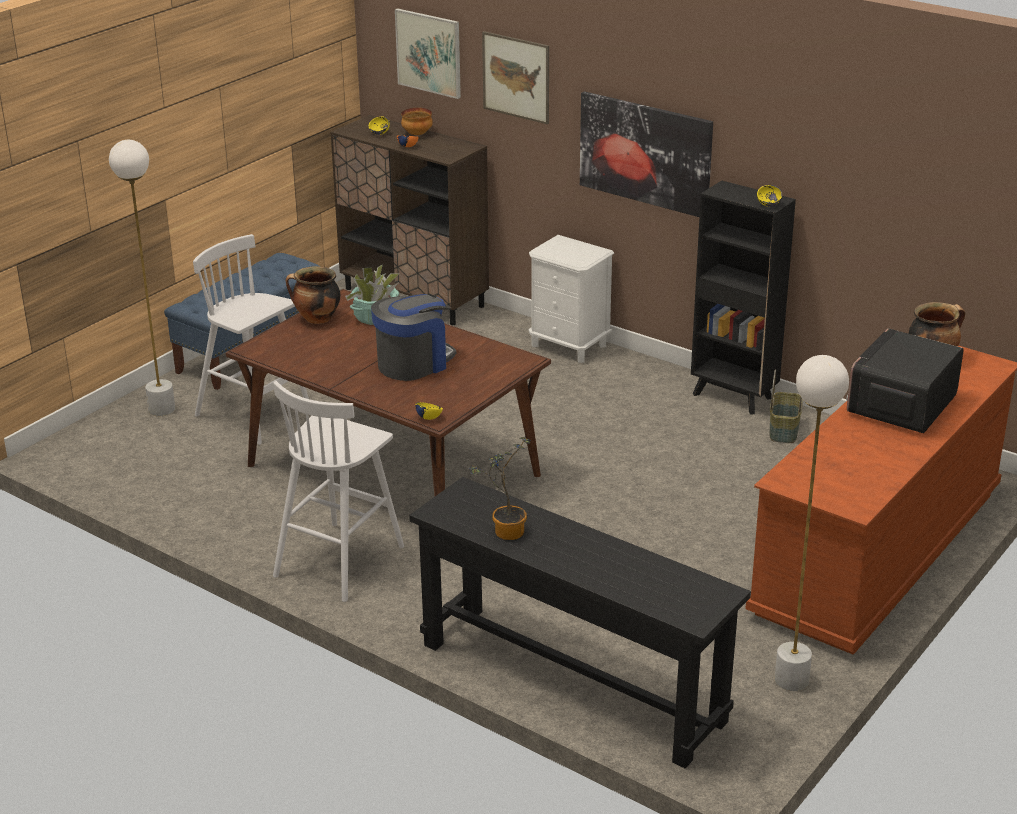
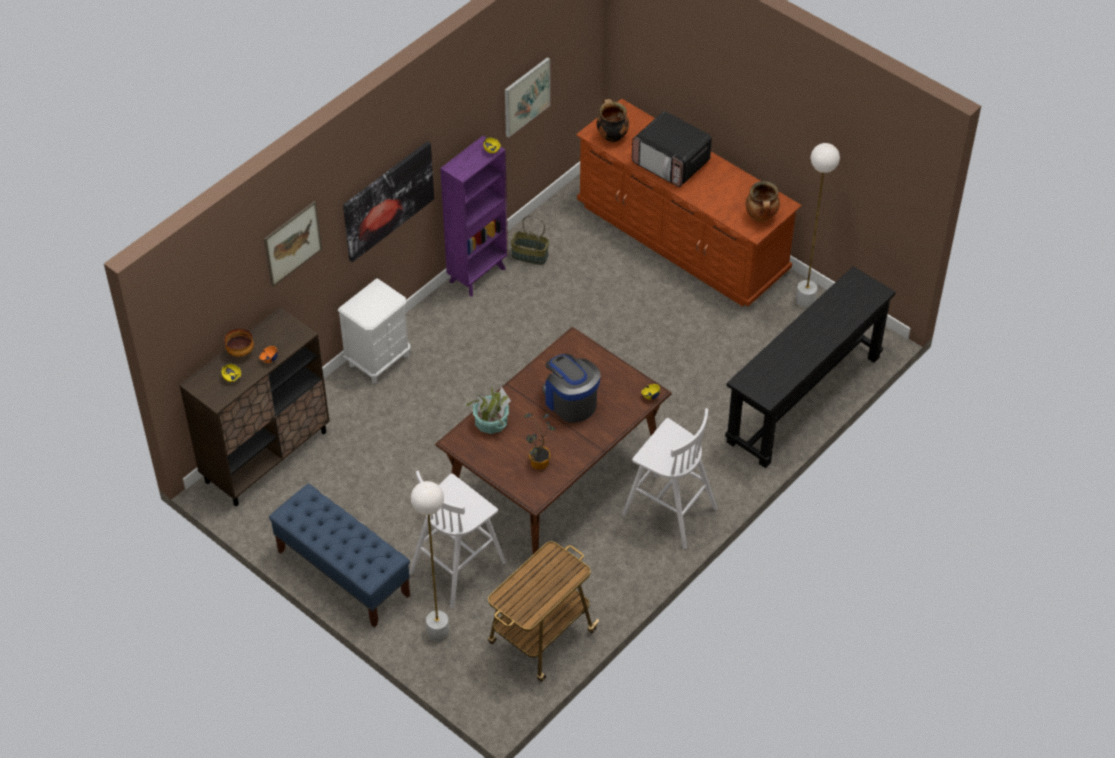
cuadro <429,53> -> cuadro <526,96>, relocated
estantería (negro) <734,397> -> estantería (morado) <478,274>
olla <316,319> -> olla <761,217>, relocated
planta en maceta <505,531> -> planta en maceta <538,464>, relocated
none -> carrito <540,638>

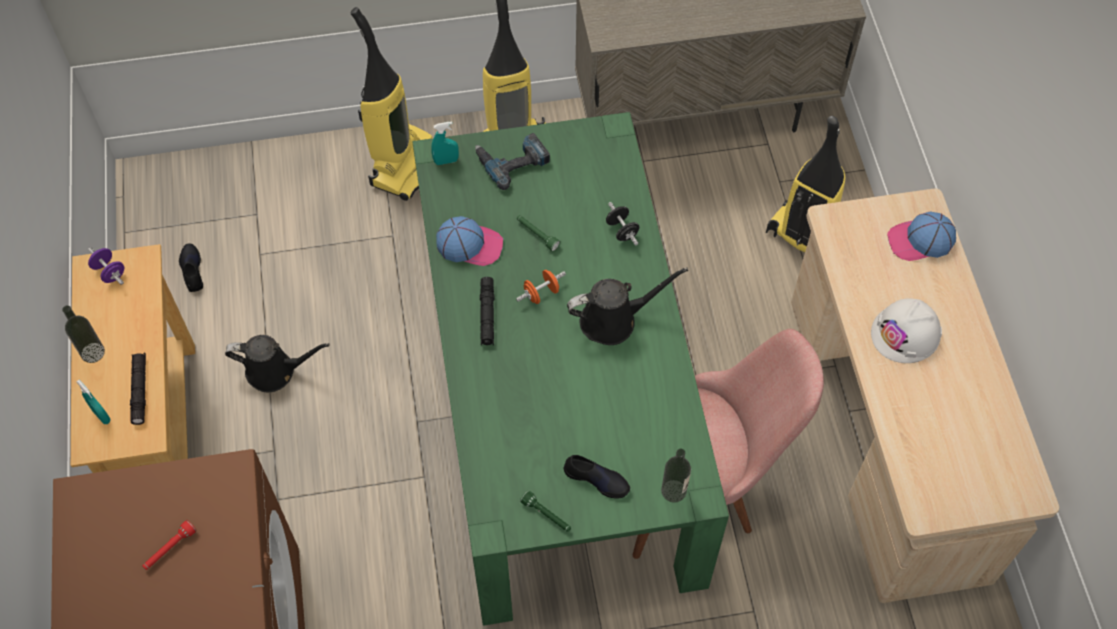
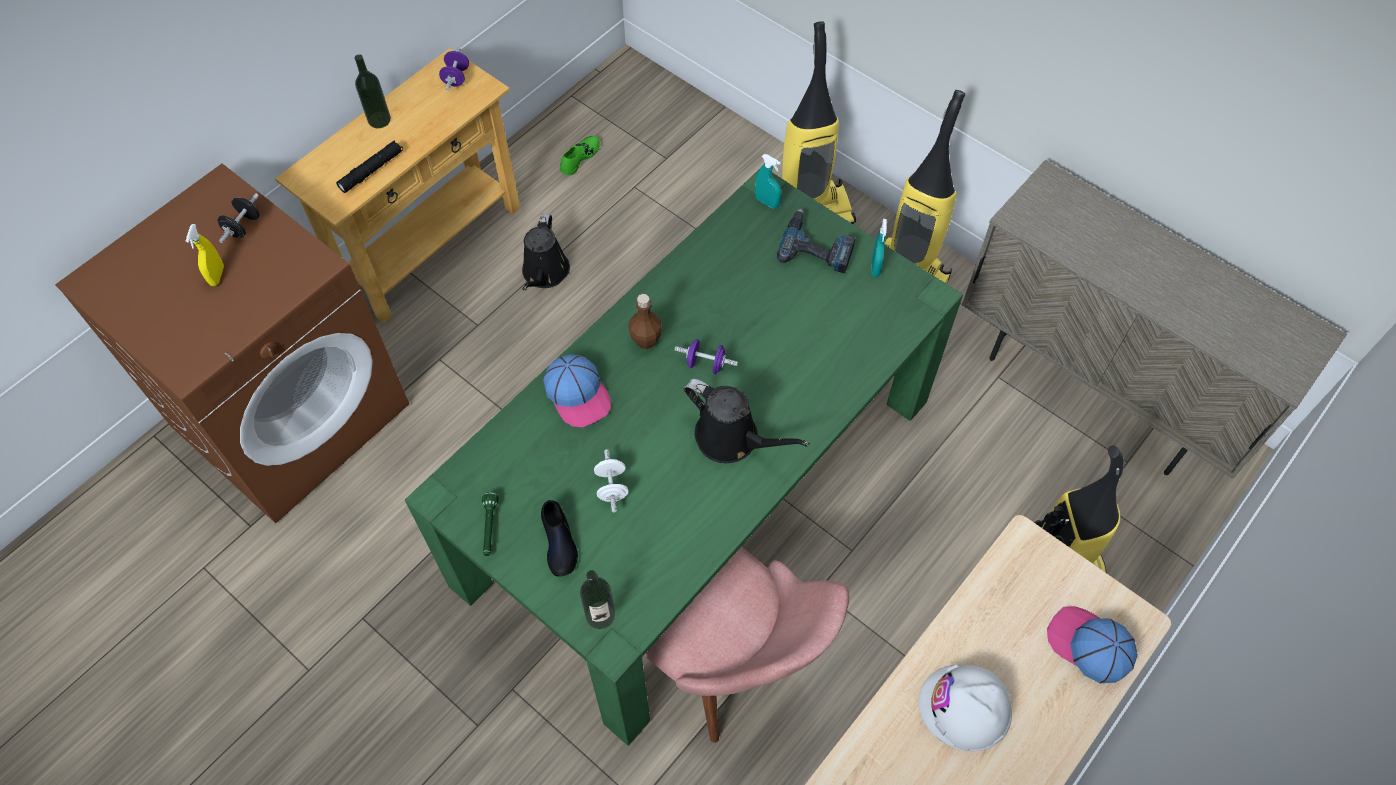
mancuerna (negro) <622,230> -> mancuerna (negro) <243,227>, relocated
linterna (verde) <537,235> -> none
gorra <470,245> -> gorra <578,394>, relocated
zapato (negro) <192,270> -> zapato (verde) <579,158>
mancuerna (naranja) <541,293> -> mancuerna (morado) <705,364>
linterna (negro) <487,315> -> botella (marrón) <646,340>
regadera (negro) <275,371> -> regadera (negro) <545,273>, 45 degrees clockwise
pulverizador (turquesa) <101,415> -> pulverizador (turquesa) <875,267>, relocated
linterna (rojo) <170,549> -> pulverizador (amarillo) <217,276>
none -> mancuerna (blanco) <612,487>

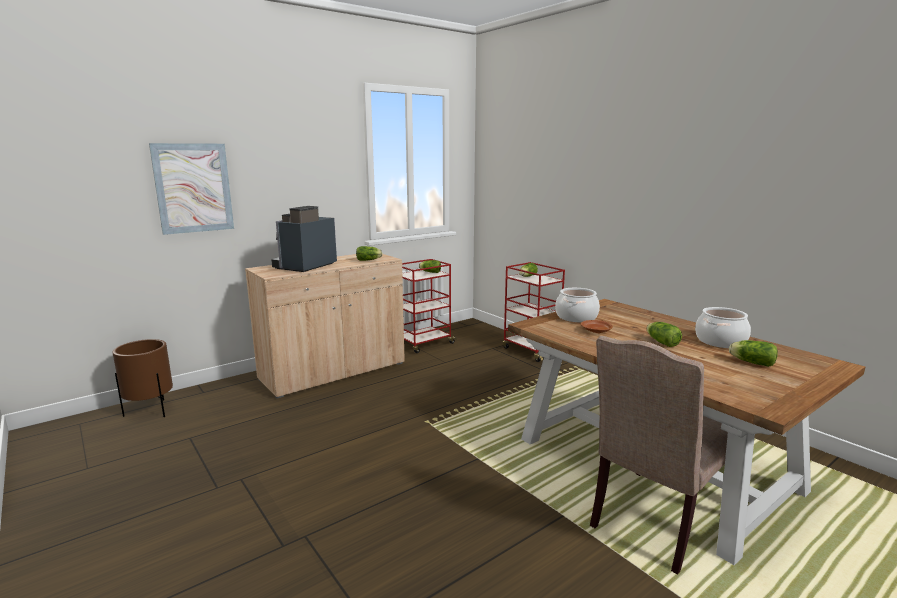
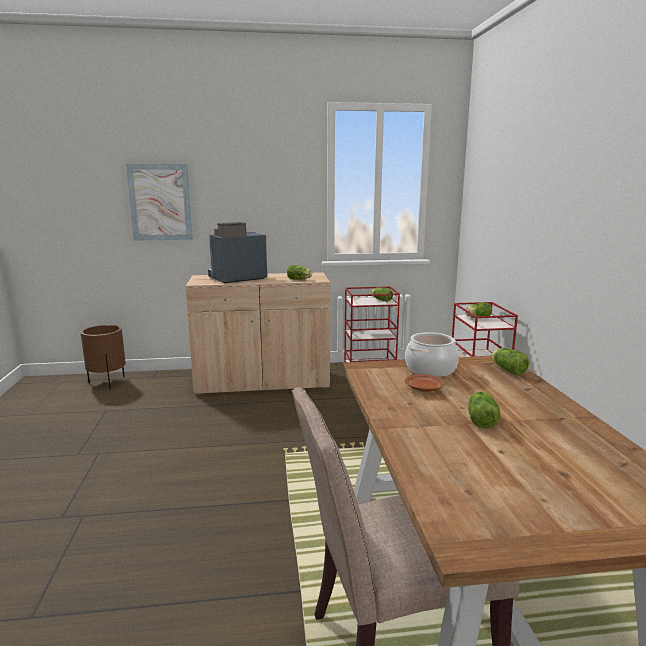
olla <720,341> -> none
lechuga <750,362> -> lechuga <507,369>, relocated

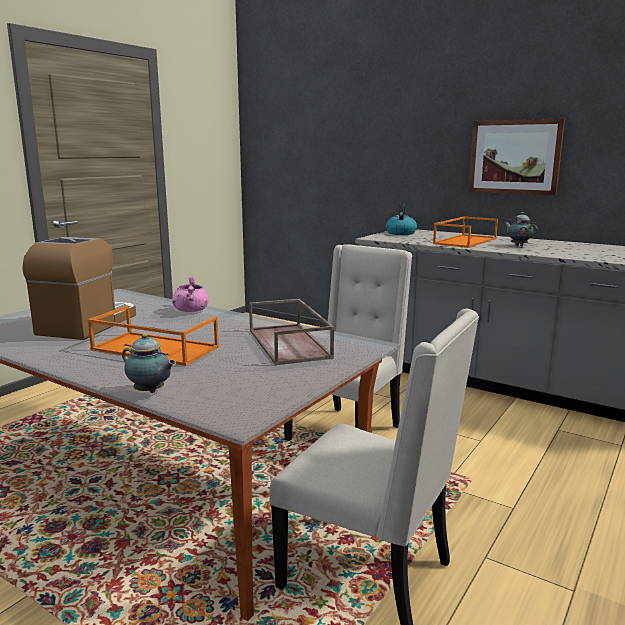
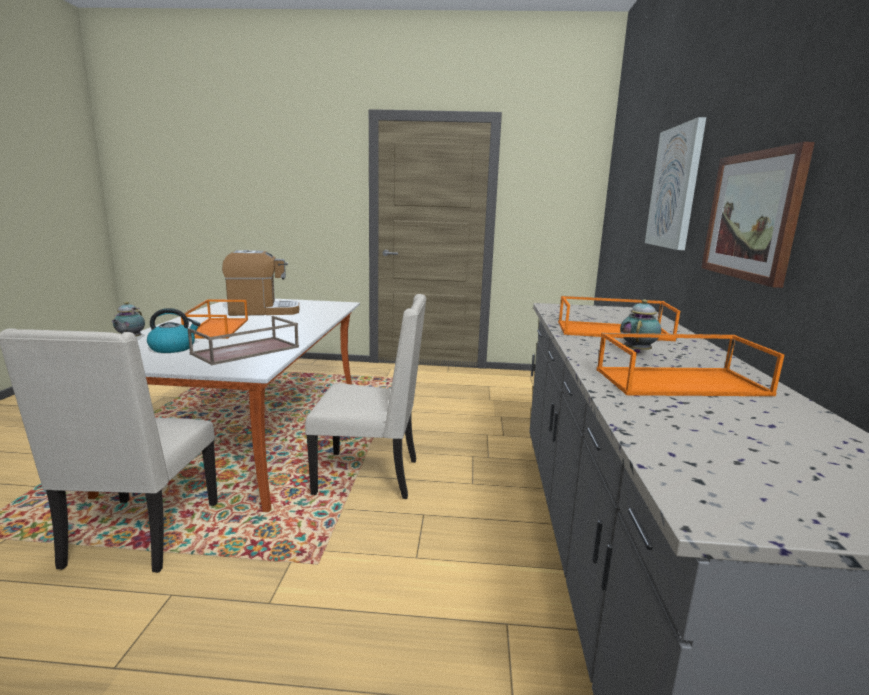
hervidor <400,233> -> hervidor <173,348>, relocated
olla (rosa) <191,310> -> none
none -> cuadro <675,188>
none -> bandeja (naranja) <681,381>

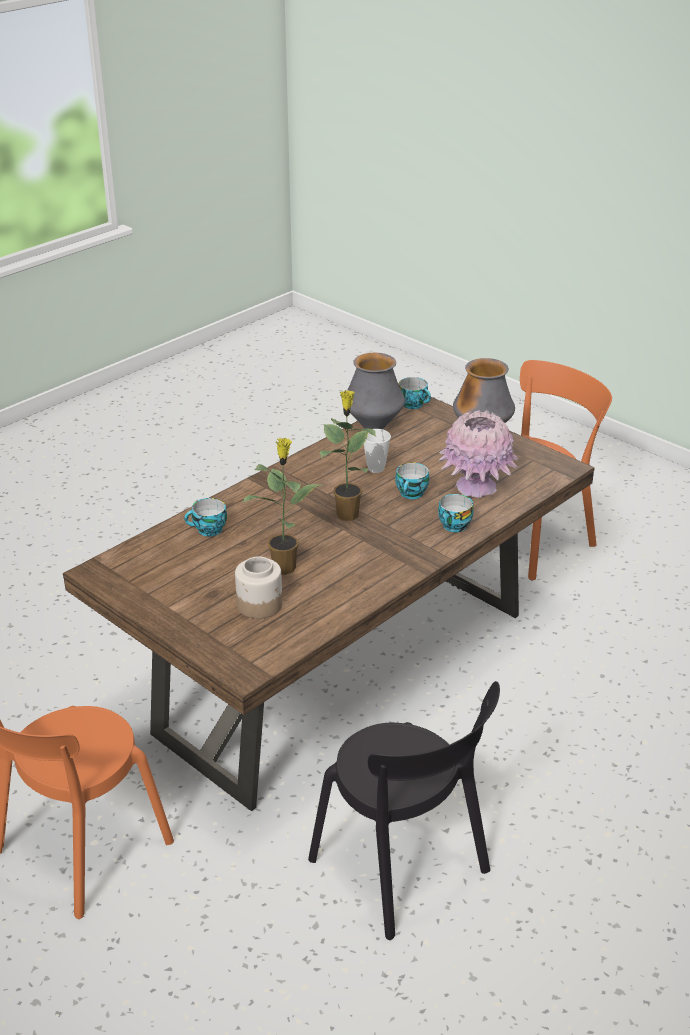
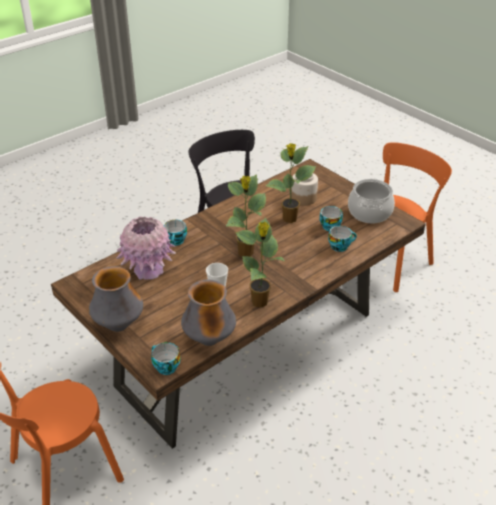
taza <412,494> -> taza <330,226>, relocated
none -> olla <369,212>
none -> planta en maceta <260,302>

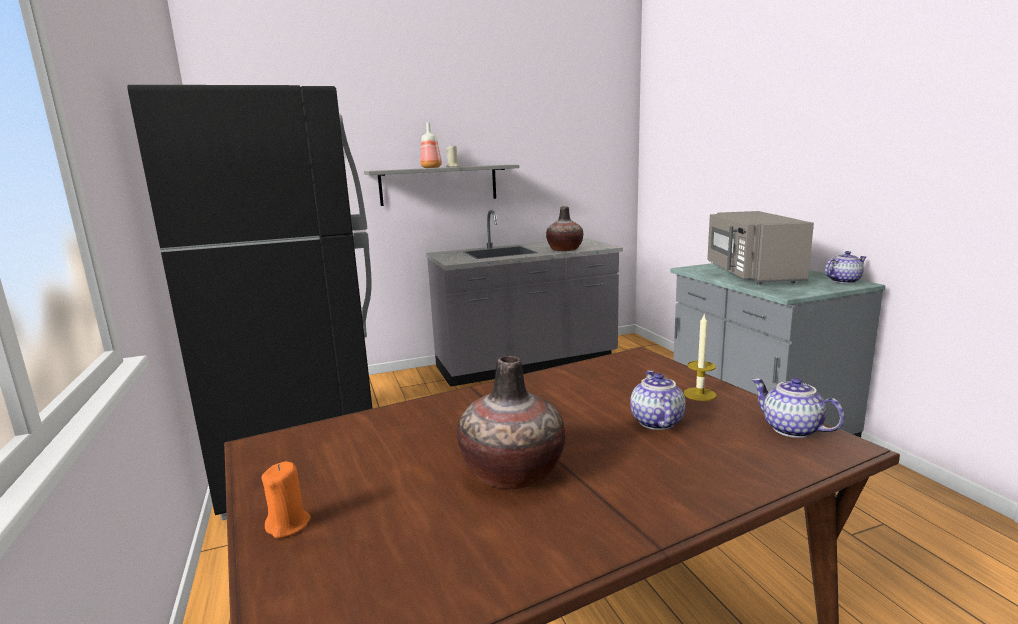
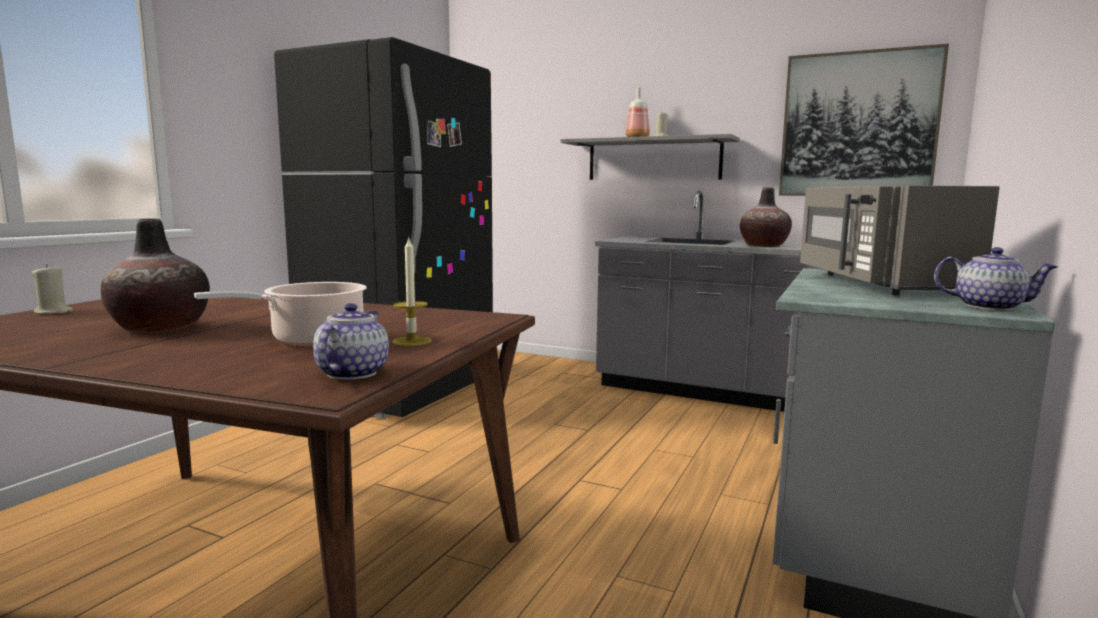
microondas (gris) <751,274> -> microondas (gris) <876,283>, 45 degrees counterclockwise
tetera <655,422> -> olla <312,340>
vela (naranja) <289,525> -> vela (beis) <53,312>
none -> cuadro <858,125>

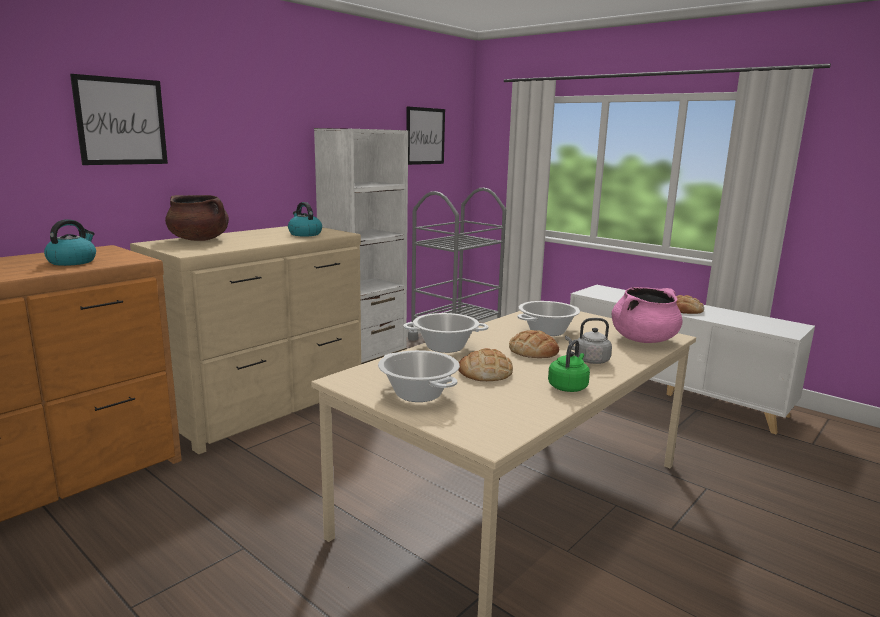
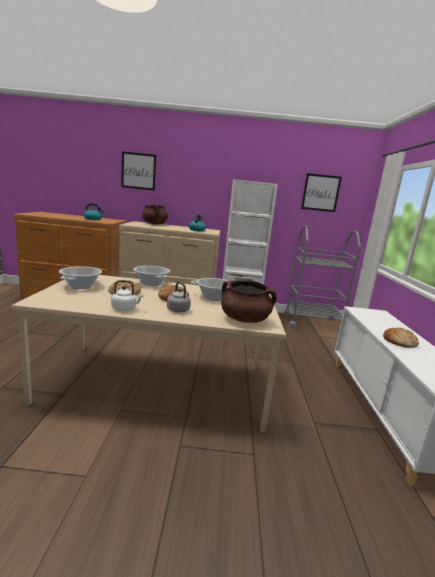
olla (rosa) <643,340> -> olla (marrón) <245,319>
hervidor (verde) <568,387> -> hervidor (blanco) <125,308>

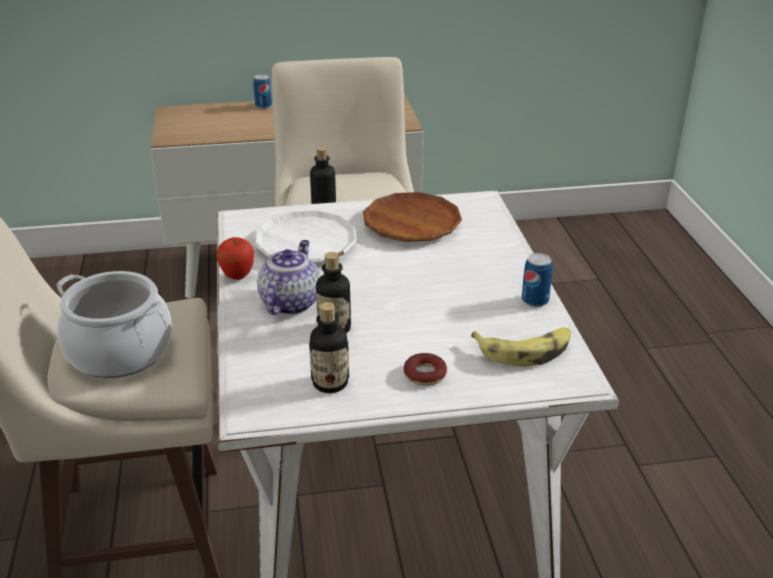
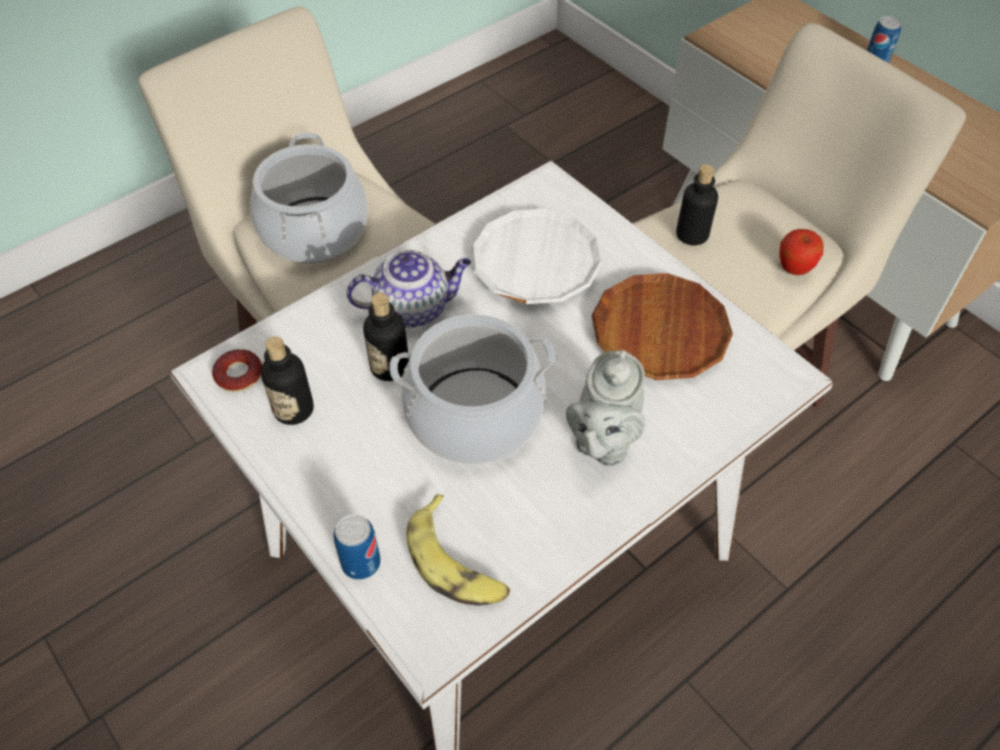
manzana <237,276> -> manzana <794,269>, relocated
lata <535,301> -> lata <361,563>, relocated
rosquilla <425,374> -> rosquilla <239,375>, relocated
none -> olla <474,415>
none -> tetera (gris) <603,441>

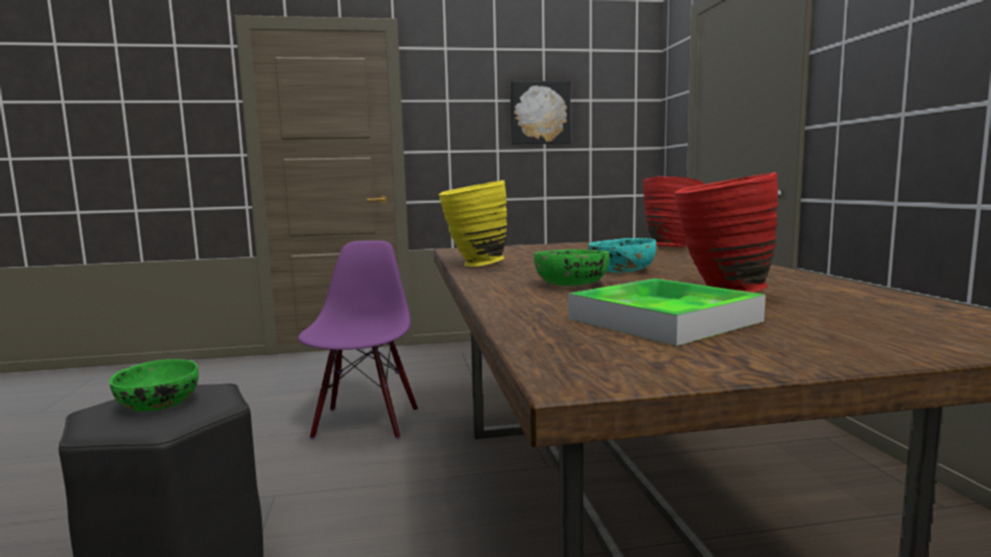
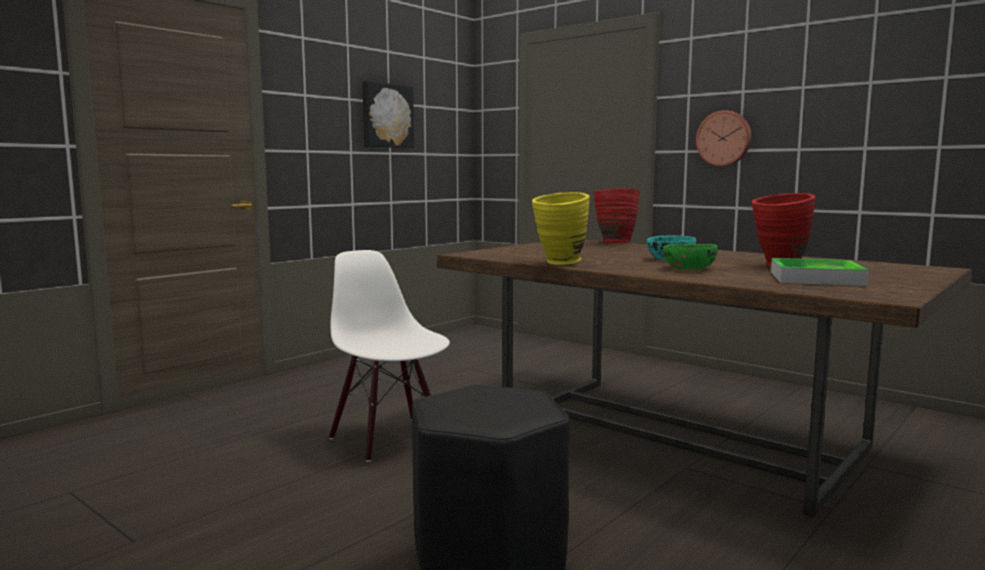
silla (morado) <365,422> -> silla (blanco) <389,438>
cuenco (verde) <158,405> -> none
none -> reloj de pared <724,138>

